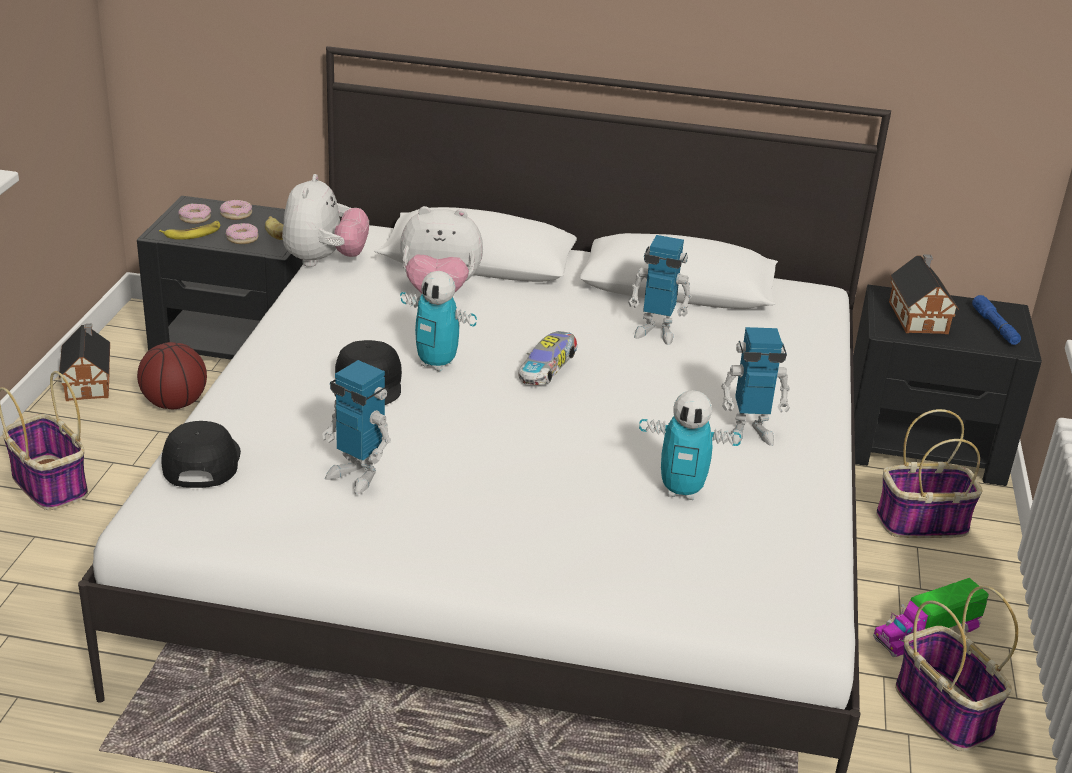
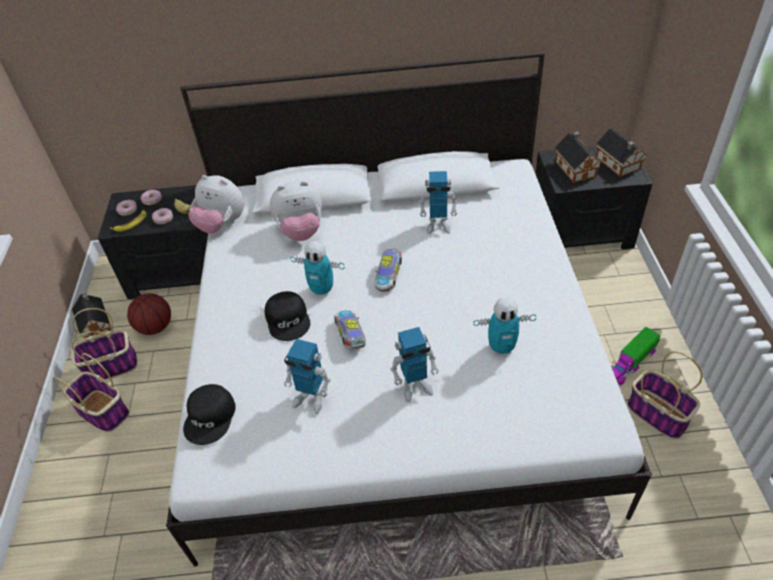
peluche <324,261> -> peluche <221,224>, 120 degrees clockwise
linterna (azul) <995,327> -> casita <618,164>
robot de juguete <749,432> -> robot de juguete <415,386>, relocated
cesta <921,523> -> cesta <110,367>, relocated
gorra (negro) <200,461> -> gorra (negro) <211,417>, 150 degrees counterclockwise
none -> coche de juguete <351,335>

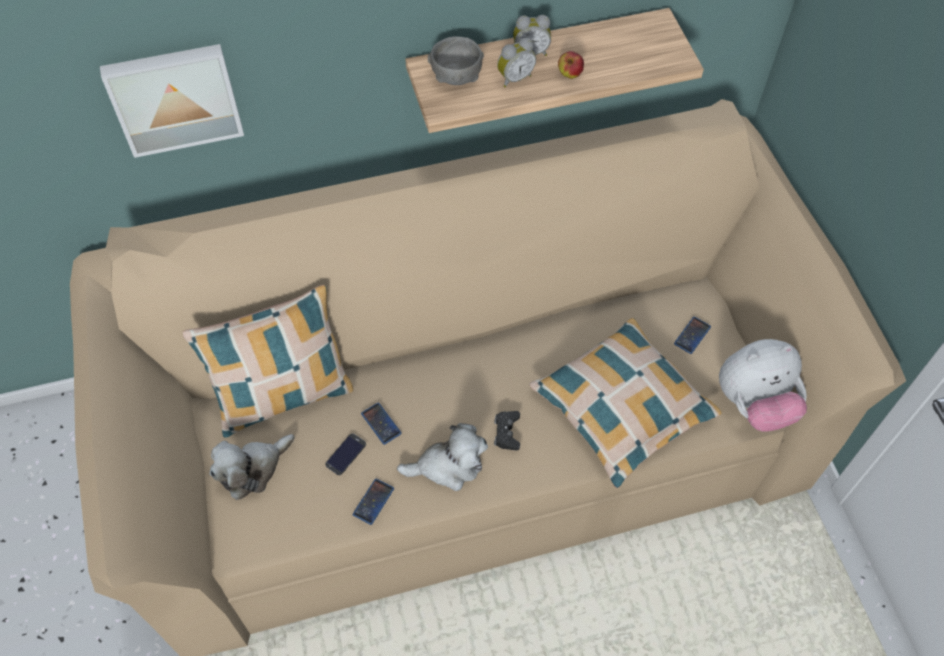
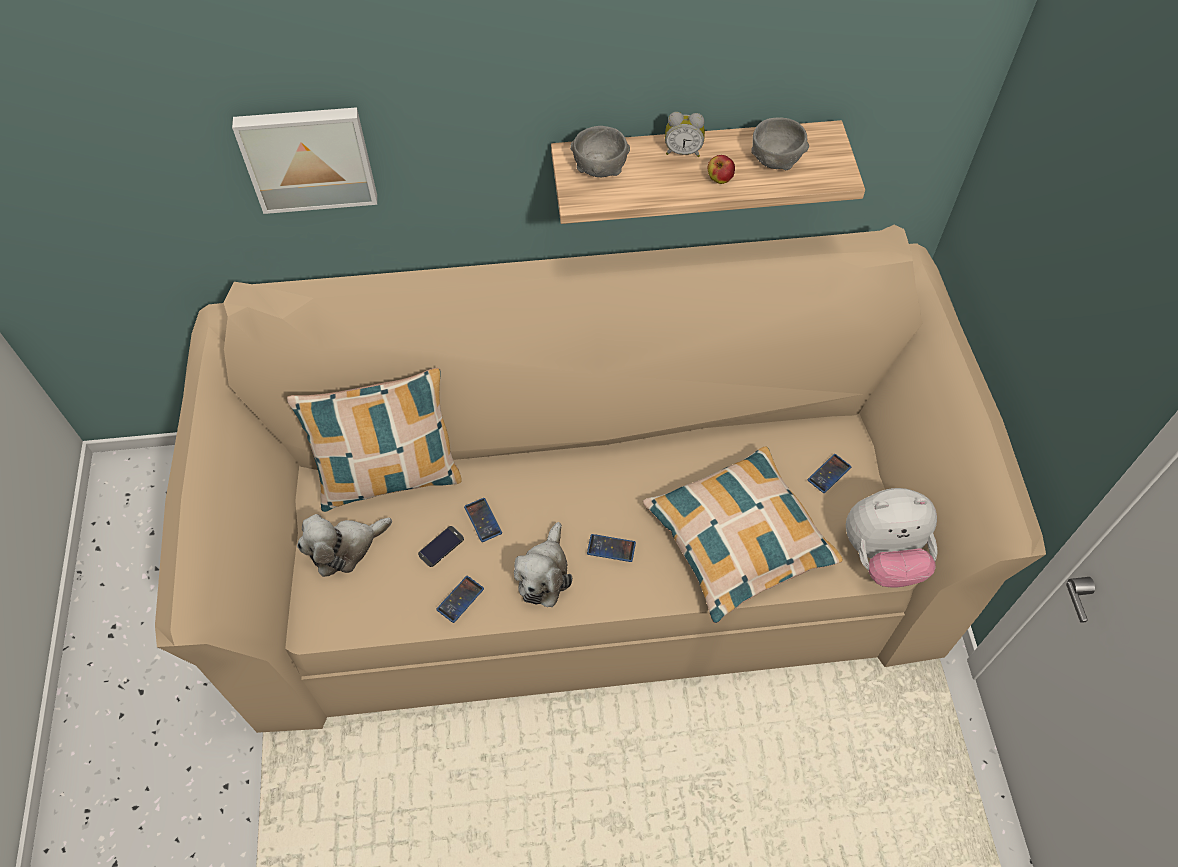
despertador <514,78> -> none
mando de consola (negro) <507,432> -> móvil <611,548>
peluche <448,466> -> peluche <544,574>, 105 degrees clockwise
none -> cuenco (gris) <776,159>

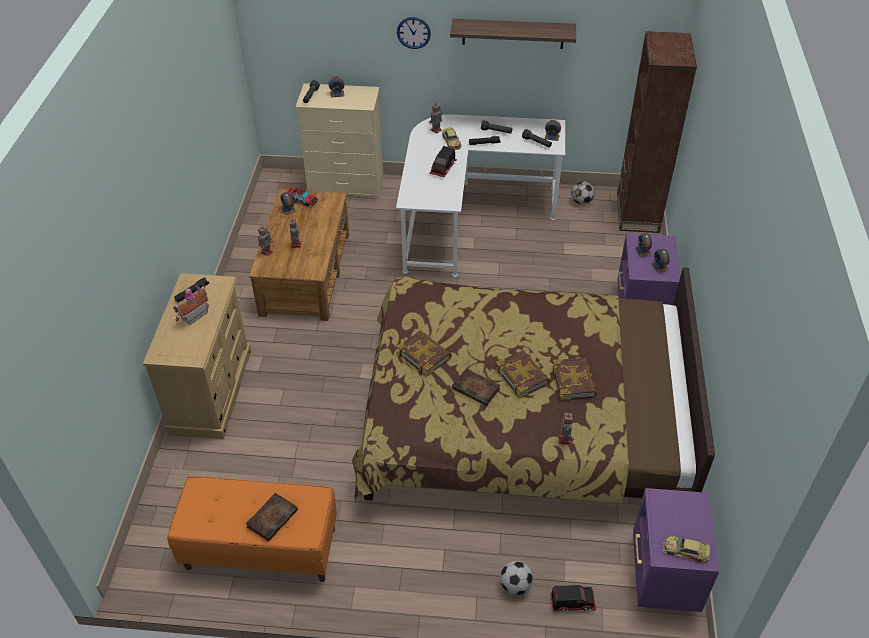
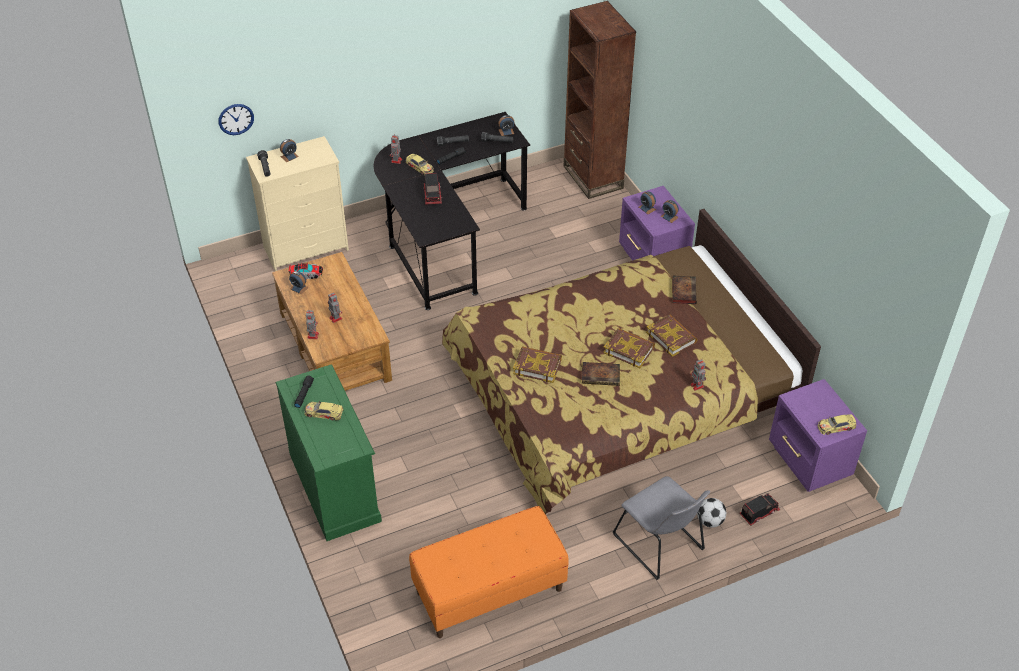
reloj de pared <413,32> -> reloj de pared <236,119>, relocated
estante <513,33> -> none
escritorio (blanco) <467,216> -> escritorio (negro) <445,235>
balón de fútbol <581,202> -> none
cómoda (beis) <212,391> -> cómoda (verde) <335,487>
casita <193,315> -> coche de juguete <324,413>
libro <273,517> -> libro <683,291>, relocated
none -> silla (gris) <660,545>

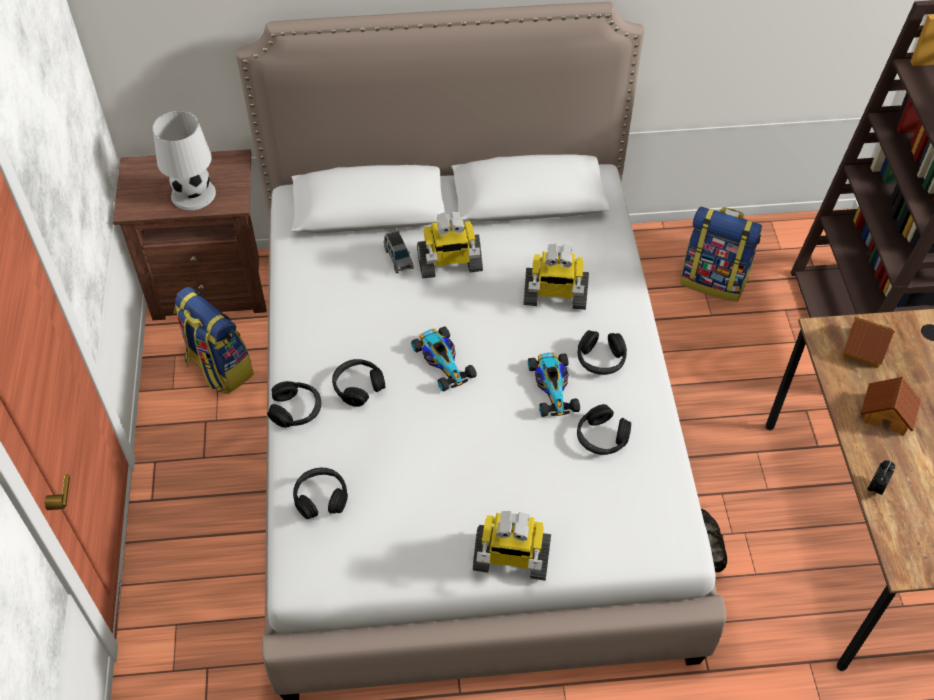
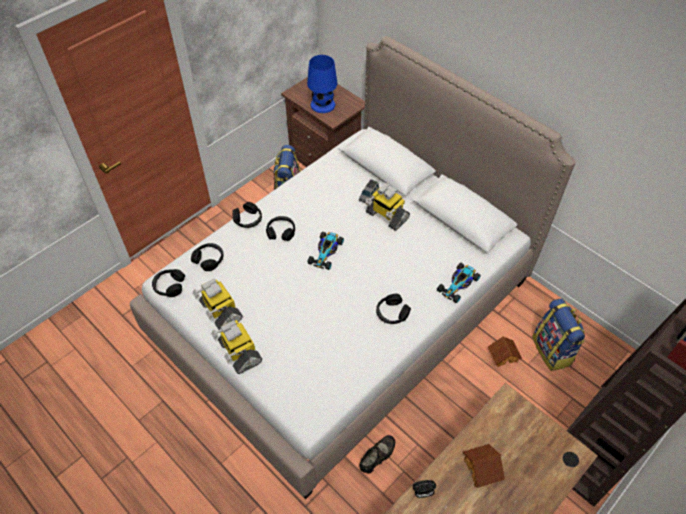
lámpara de mesa (blanco) <192,194> -> lámpara de mesa (azul) <322,104>
robot de juguete <554,296> -> robot de juguete <220,311>, relocated
casita <863,347> -> casita <503,355>, relocated
coche de juguete <553,386> -> coche de juguete <459,284>, relocated
auriculares (negro) <601,437> -> auriculares (negro) <169,286>, relocated

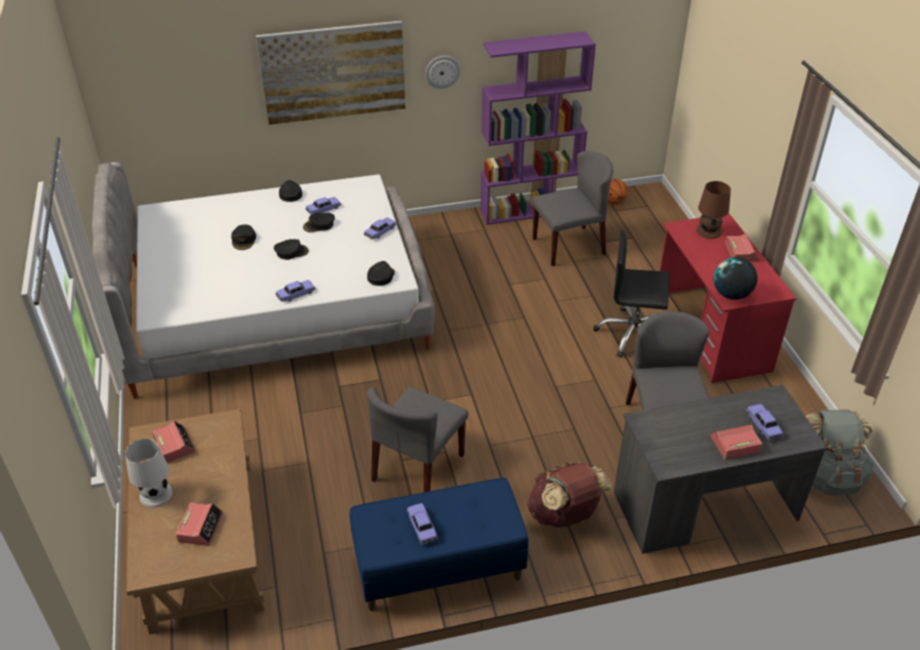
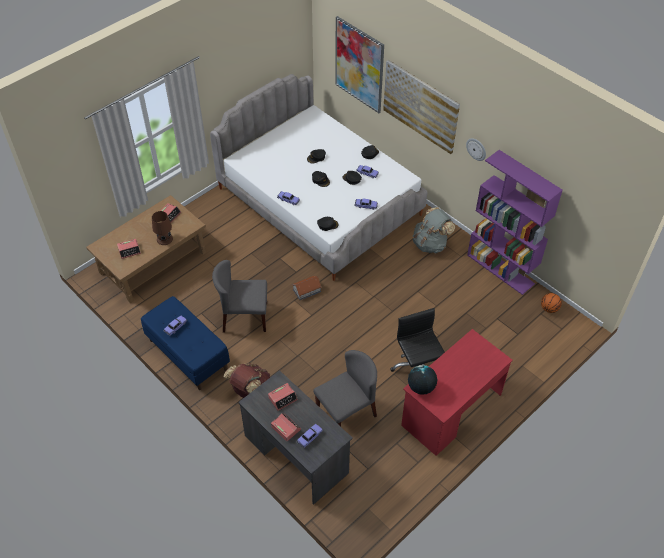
silla (gris) <569,246> -> none
lámpara de mesa (marrón) <709,231> -> lámpara de mesa (marrón) <164,239>, relocated
despertador <741,252> -> despertador <283,398>, relocated
mochila (gris) <827,476> -> mochila (gris) <430,243>, relocated
lámpara de mesa (blanco) <155,495> -> none
none -> cuadro <359,65>
none -> casita <307,290>

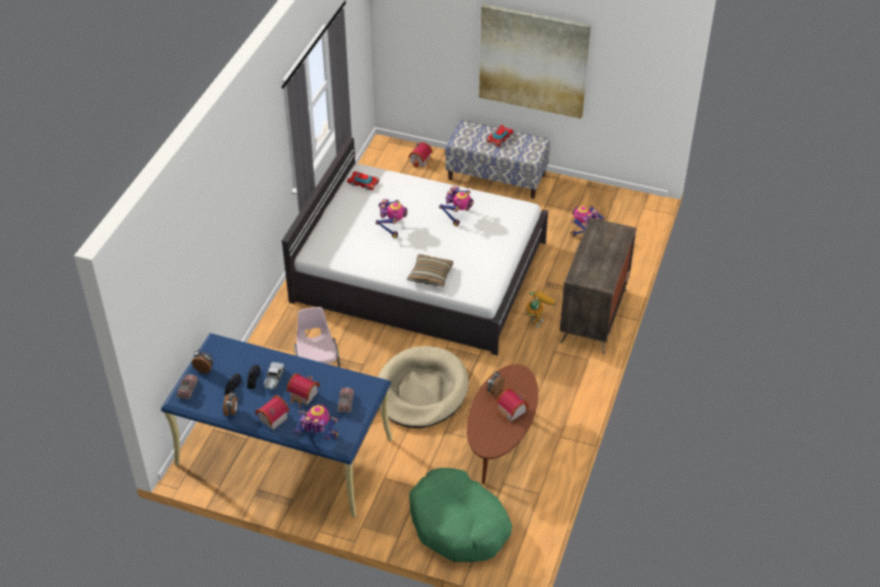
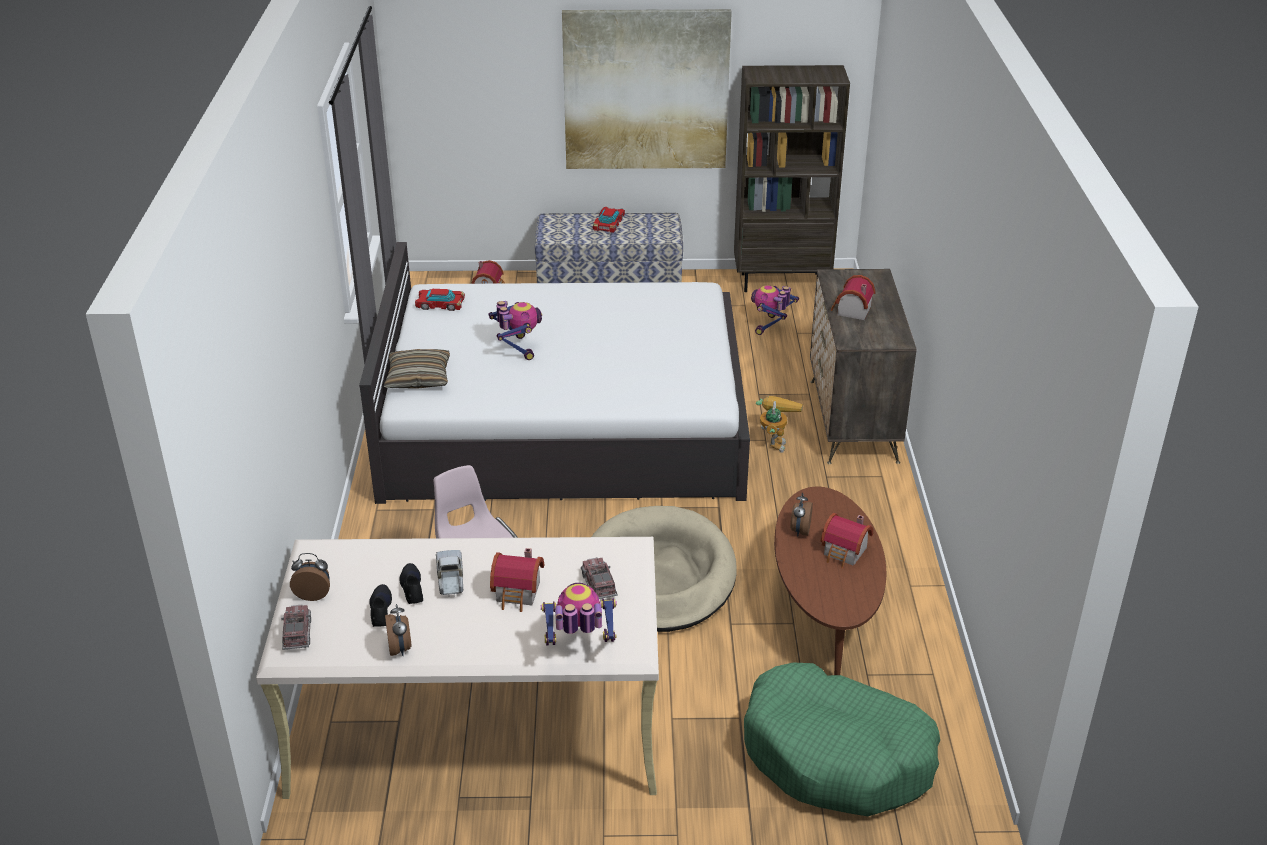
robot de juguete <457,215> -> none
cojín <430,275> -> cojín <418,378>, relocated
escritorio (azul) <283,451> -> escritorio (beis) <475,724>
casita <271,418> -> casita <851,311>, relocated
none -> estantería (marrón) <782,282>

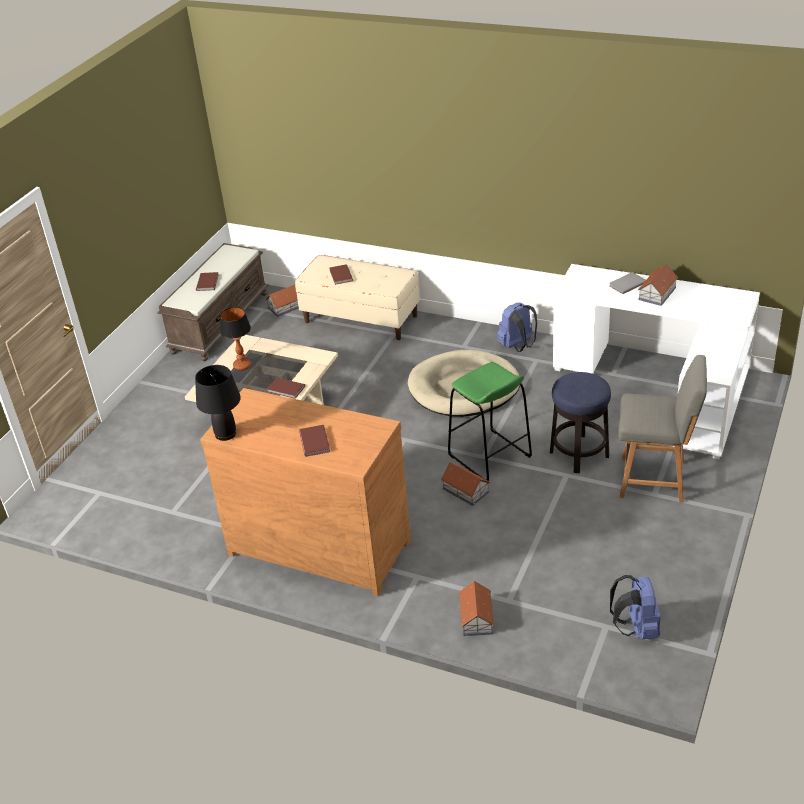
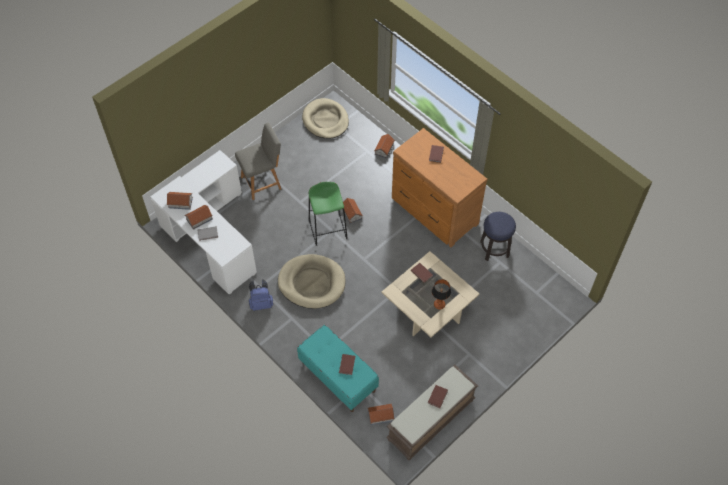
banco (beis) <361,319> -> banco (turquesa) <338,377>
silla (gris) <655,479> -> silla (gris) <262,182>, 120 degrees clockwise
lámpara de mesa (negro) <225,434> -> none
taburete <579,454> -> taburete <494,249>, relocated
mochila (azul) <636,628> -> cama para perro (beis) <325,120>
none -> casita <180,202>

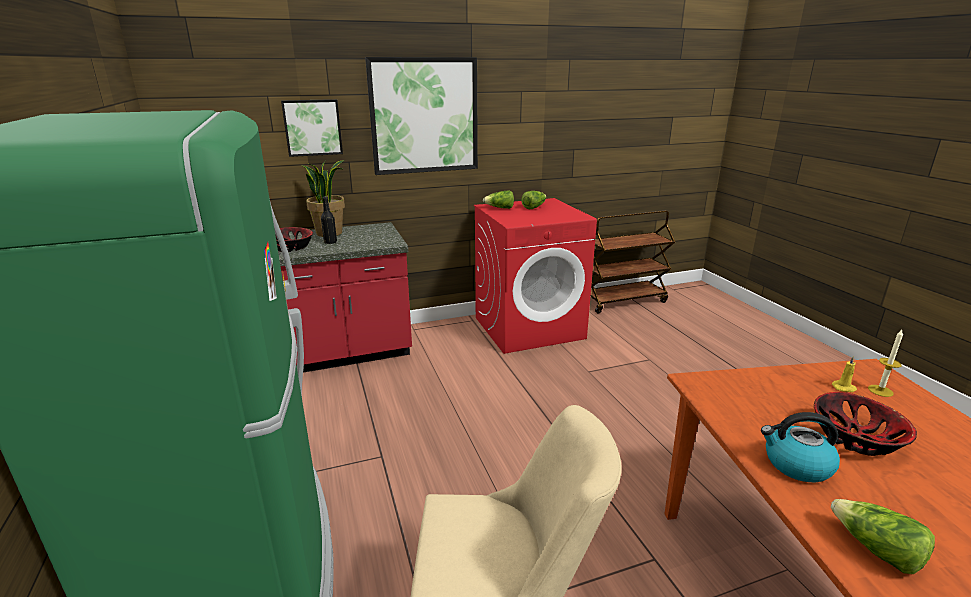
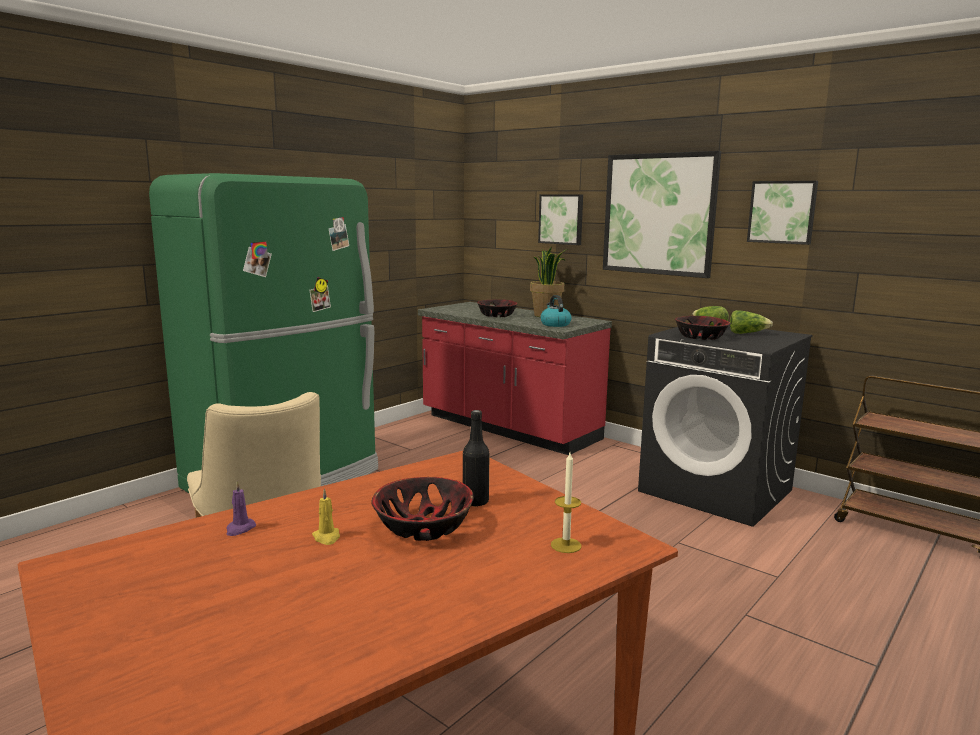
botella (negro) <330,242> -> botella (negro) <475,502>, relocated
lavadora (rojo) <529,327> -> lavadora (negro) <716,491>
vela (amarillo) <844,388> -> vela (amarillo) <327,537>, relocated
hervidor <796,465> -> hervidor <555,324>, relocated
lechuga <876,550> -> vela (morado) <240,529>
none -> cuadro <782,212>
none -> cuenco <701,337>

